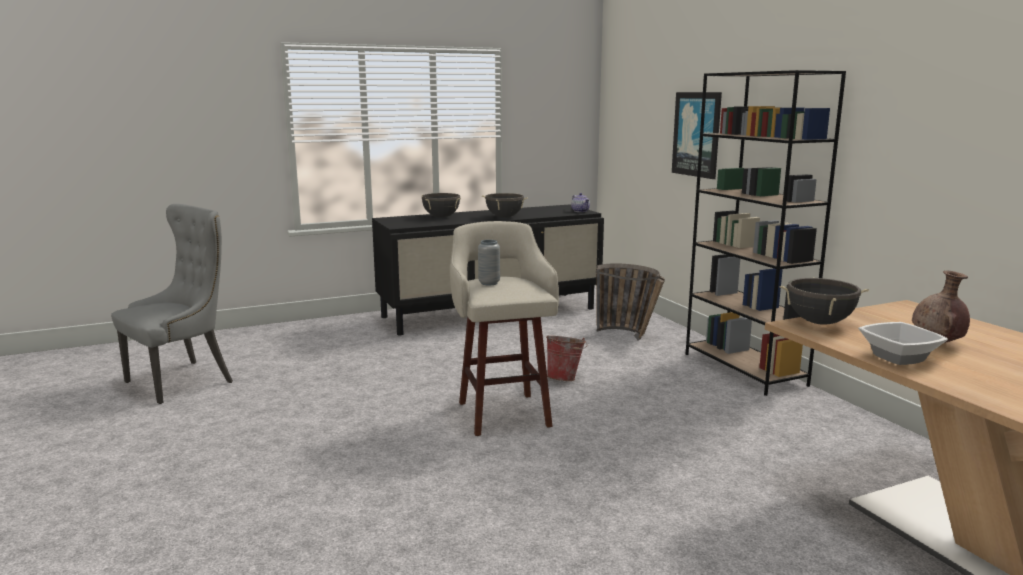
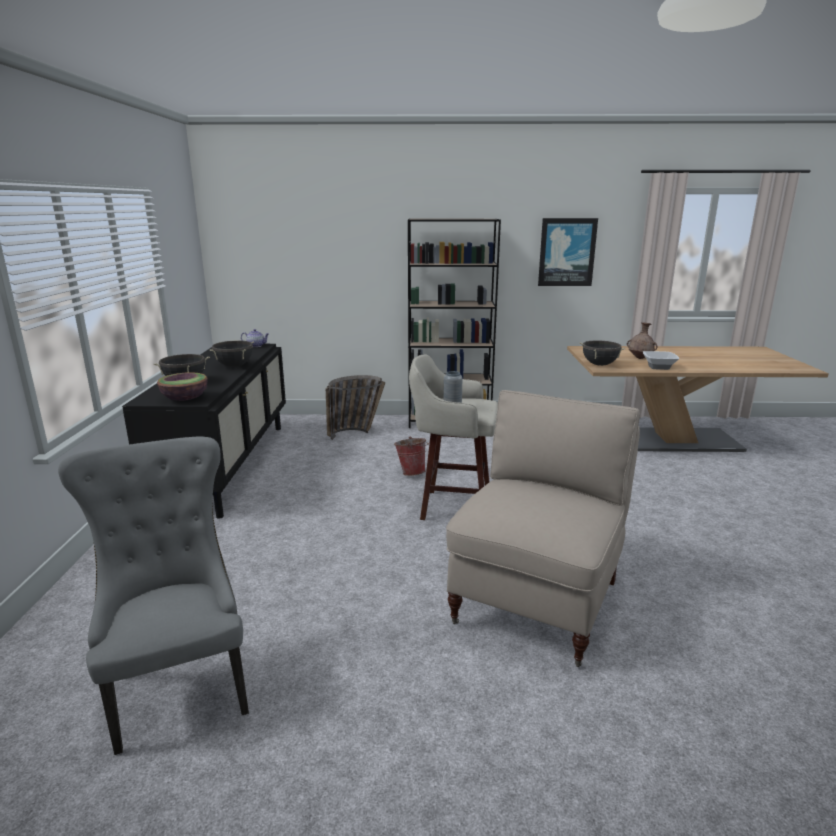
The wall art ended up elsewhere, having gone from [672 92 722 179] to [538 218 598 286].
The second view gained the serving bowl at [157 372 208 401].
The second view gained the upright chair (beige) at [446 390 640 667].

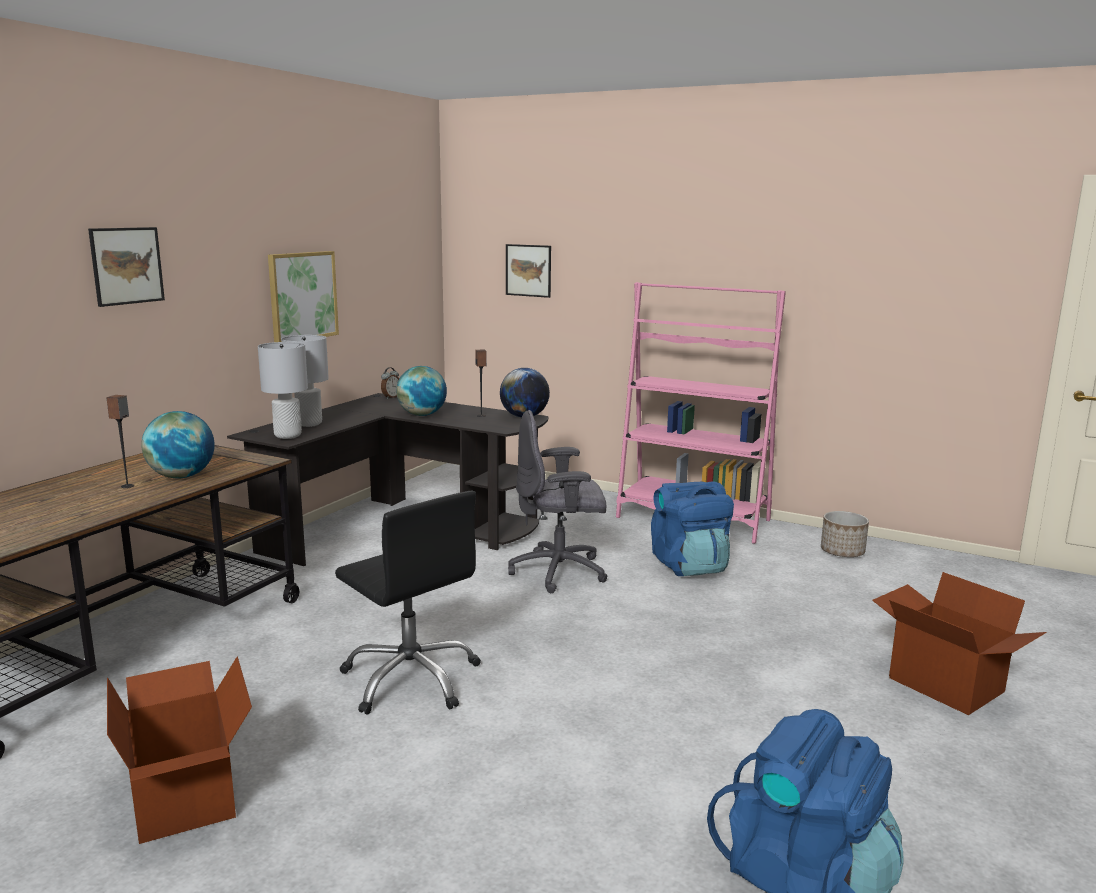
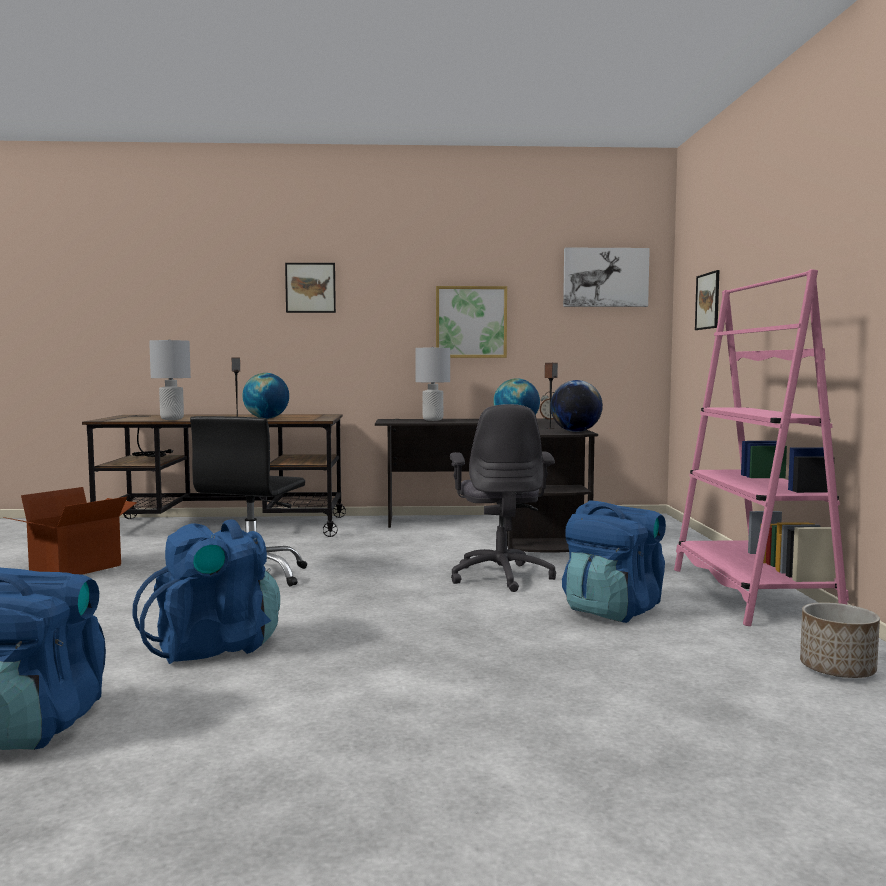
The table lamp (gray) ended up elsewhere, having gone from [258 342 308 439] to [149 340 191 420].
The desk chair (gray) at [508 410 608 593] ended up facing another way, 150 degrees counterclockwise from before.
The second view lost the cardboard box at [872 572 1047 715].
The second view gained the rucksack (blue-coloured) at [132 519 280 664].
The second view gained the wall art at [563 247 650 307].

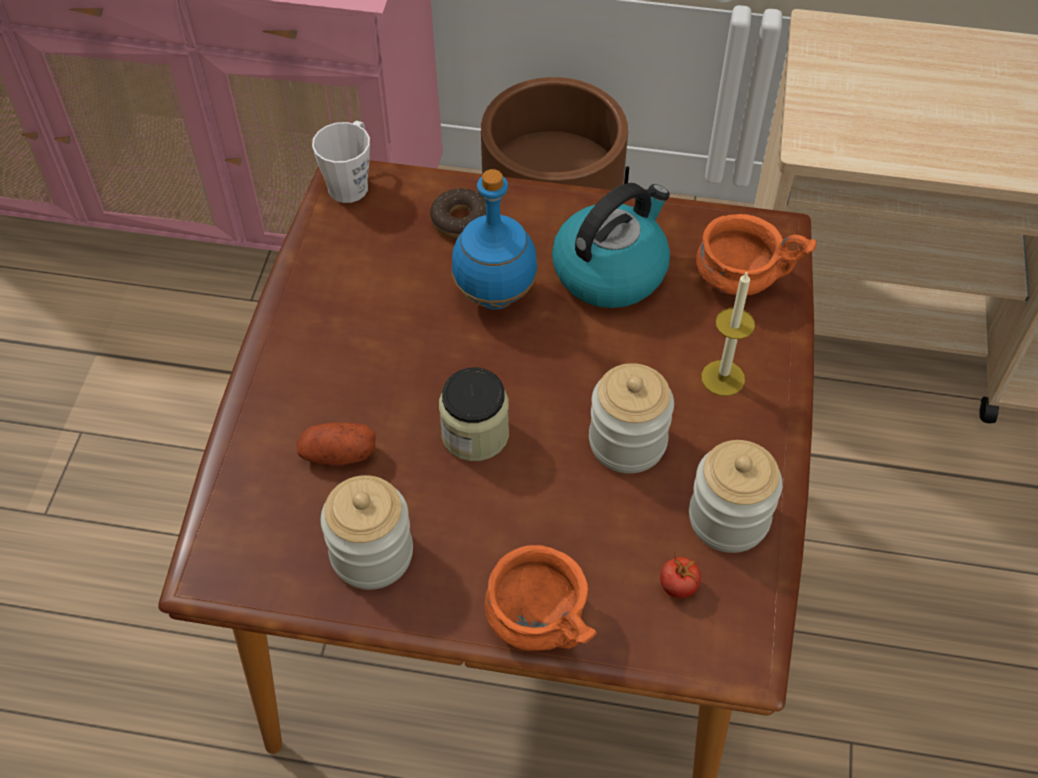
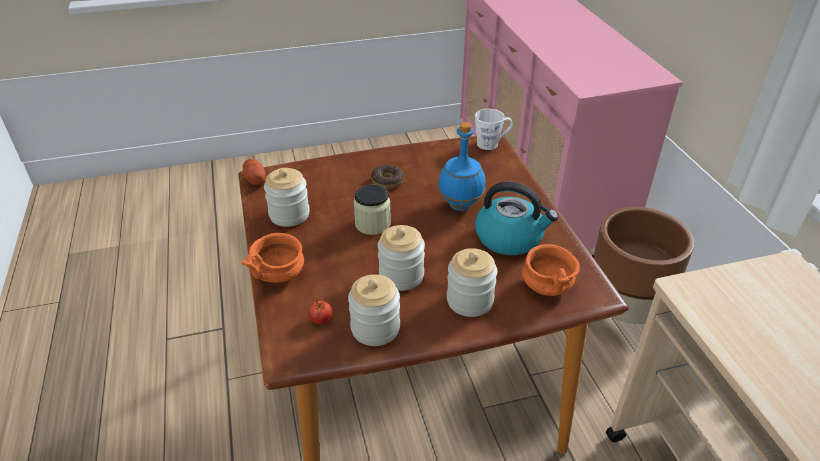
The spud ended up elsewhere, having gone from [297 422 376 466] to [243 159 266 185].
The donut ended up elsewhere, having gone from [430 188 486 239] to [371 165 404 189].
Where the wax candle stood at [701 271 755 396], the storage jar came to stand at [447 248 497 317].

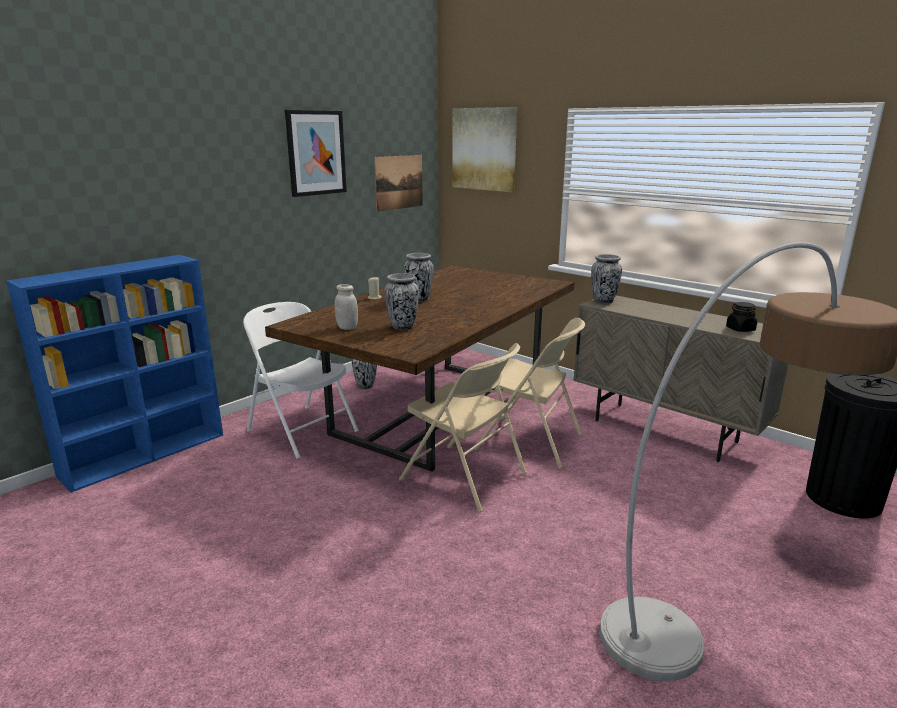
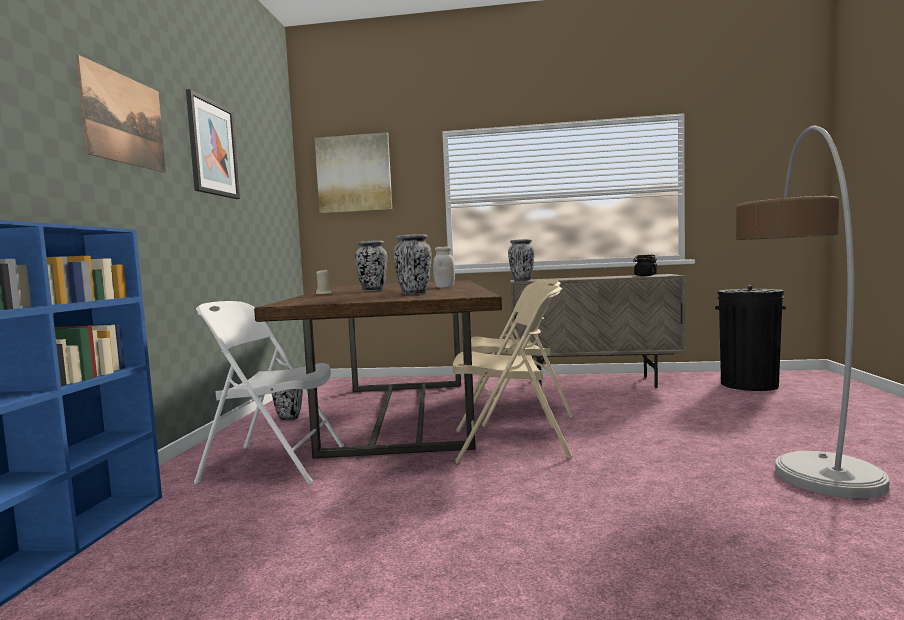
The storage jar (white-coloured) ended up elsewhere, having gone from [335 284 358 330] to [433 247 455 288].
The wall art ended up elsewhere, having gone from [374 155 423 212] to [76 55 166 172].

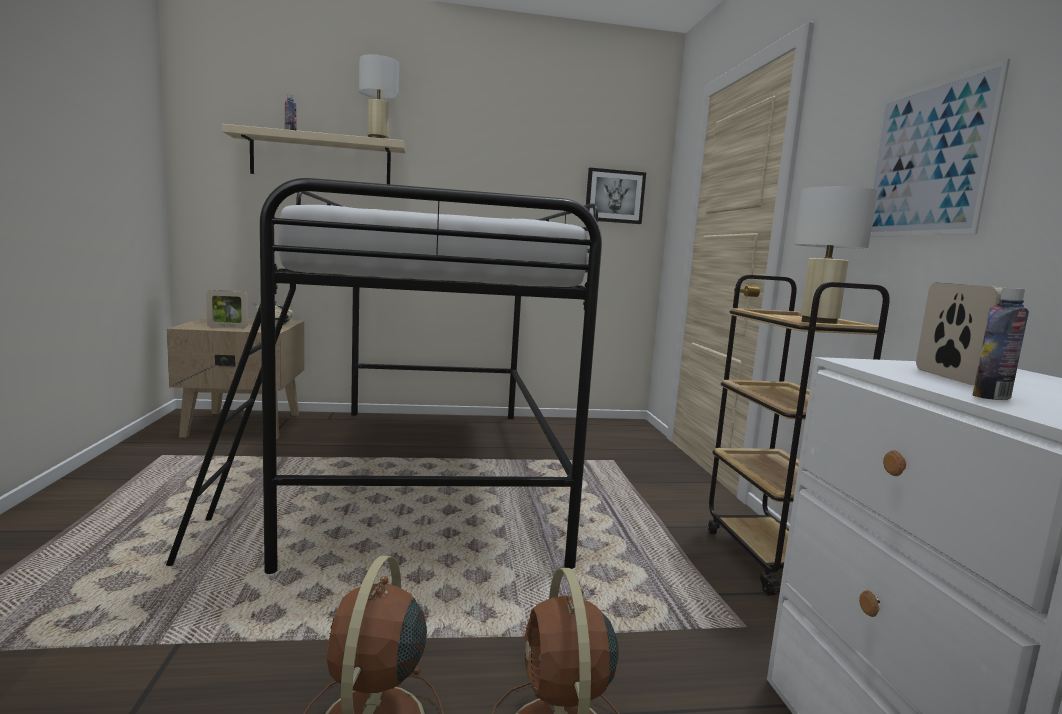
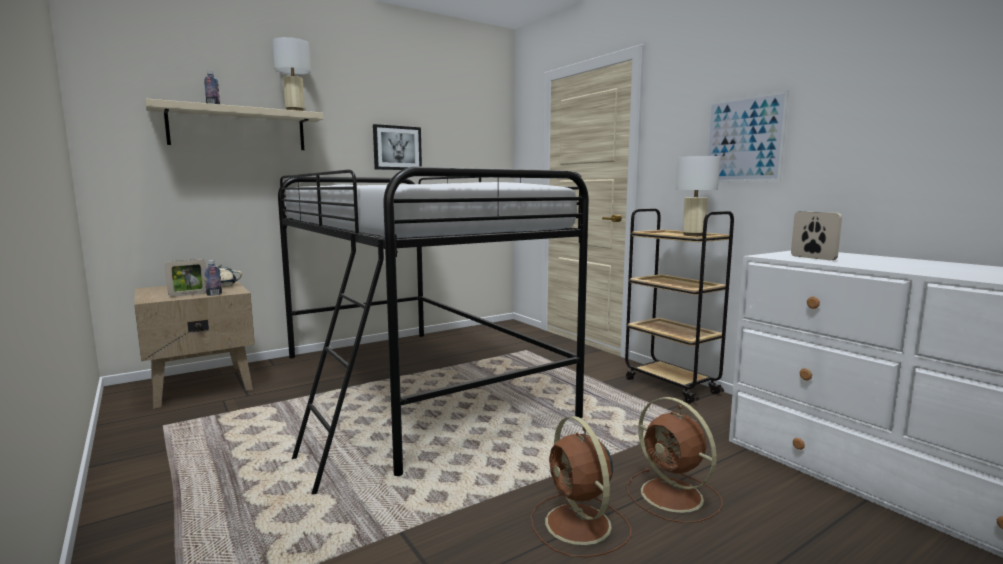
The wall art ended up elsewhere, having gone from [586 168 646 224] to [373 124 422 170].
The drink bottle ended up elsewhere, having gone from [972 288 1029 400] to [204 260 222 296].

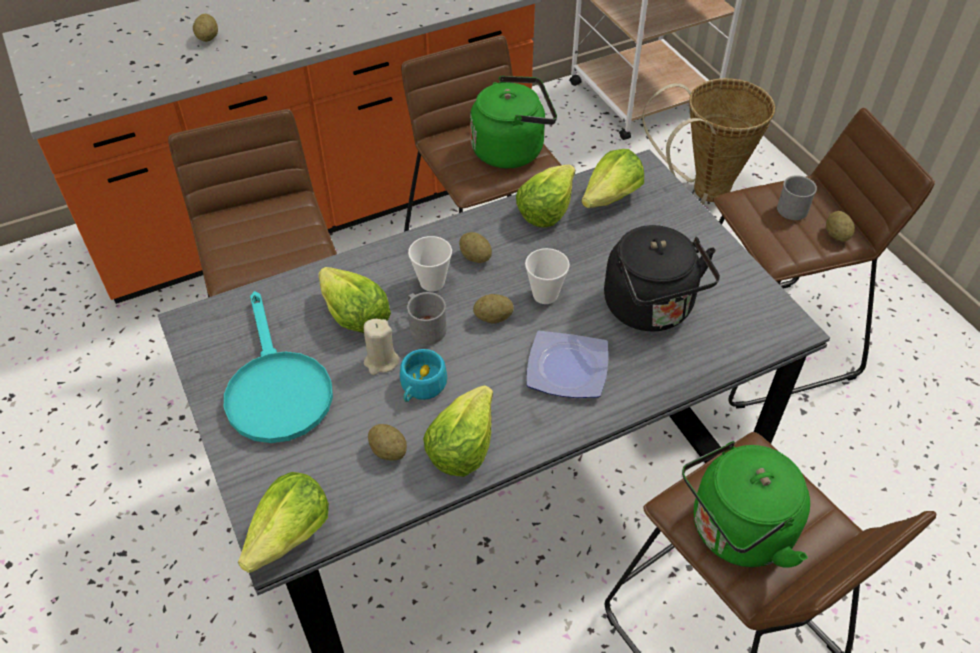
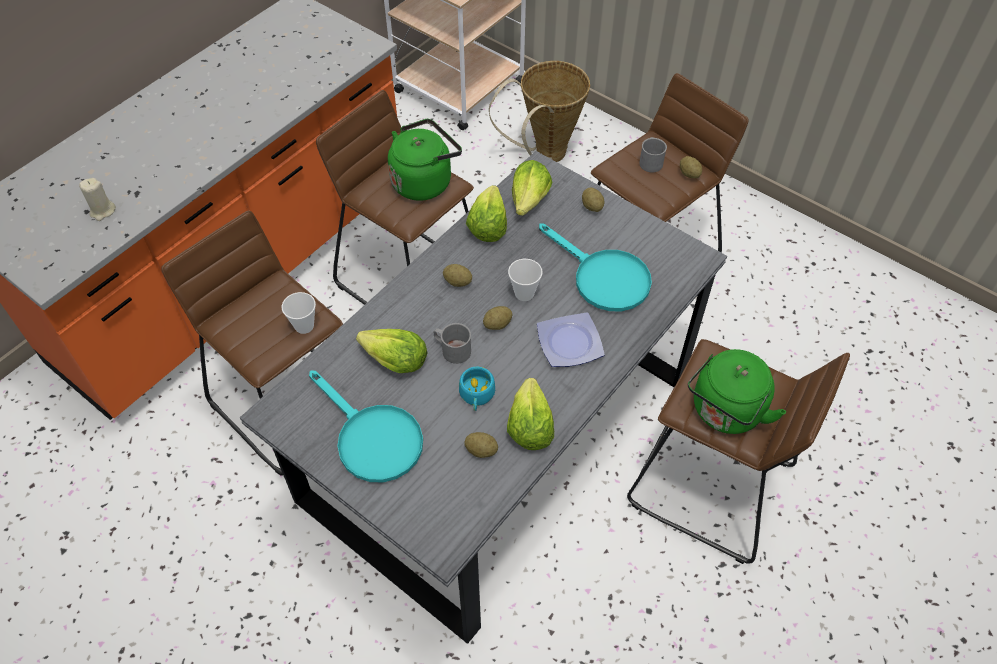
The spud ended up elsewhere, having gone from [193 14 218 42] to [582 188 604 212].
The second view lost the lettuce head at [238 472 329 573].
The wax candle (beige) ended up elsewhere, having gone from [364 319 399 375] to [79 178 116 221].
The drinking cup ended up elsewhere, having gone from [408 236 452 292] to [282 292 316 334].
Where the tea kettle (black) stood at [604 225 720 332], the skillet (turquoise) came to stand at [539 223 652 311].

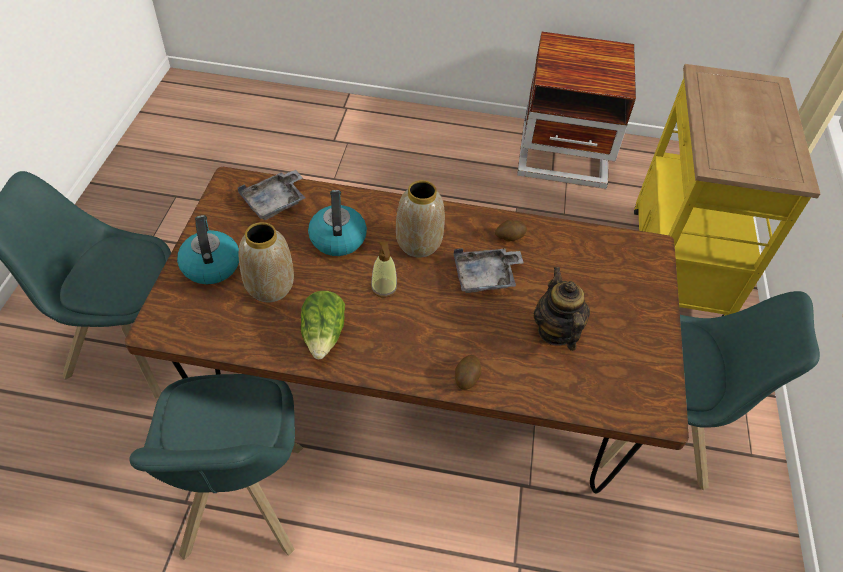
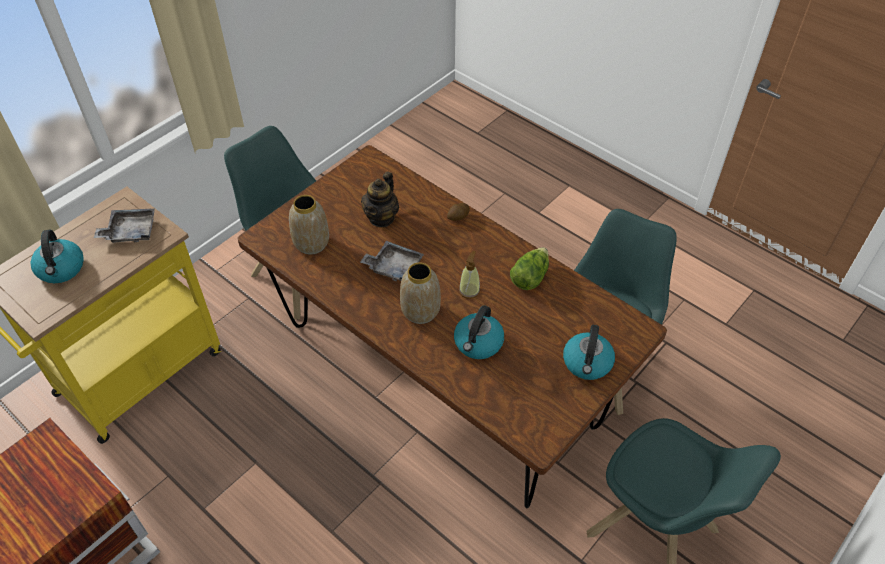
The serving tray (gray) ended up elsewhere, having gone from [238 170 305 220] to [94 209 155 243].
The decorative vase ended up elsewhere, having gone from [239 222 294 302] to [289 195 329 255].
The second view lost the spud at [495 220 527 241].
The second view gained the tea kettle at [31 230 84 283].

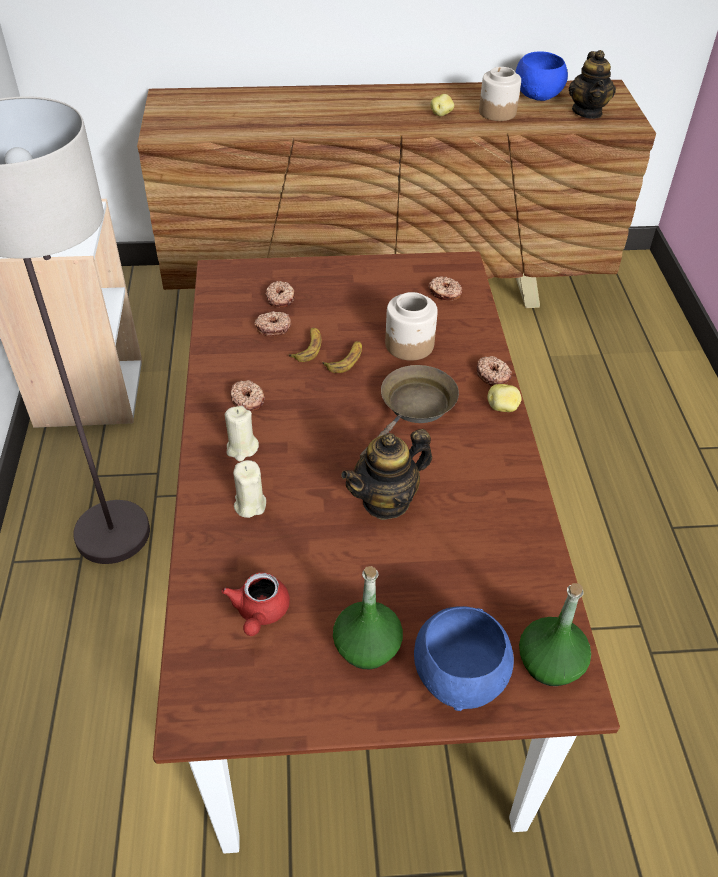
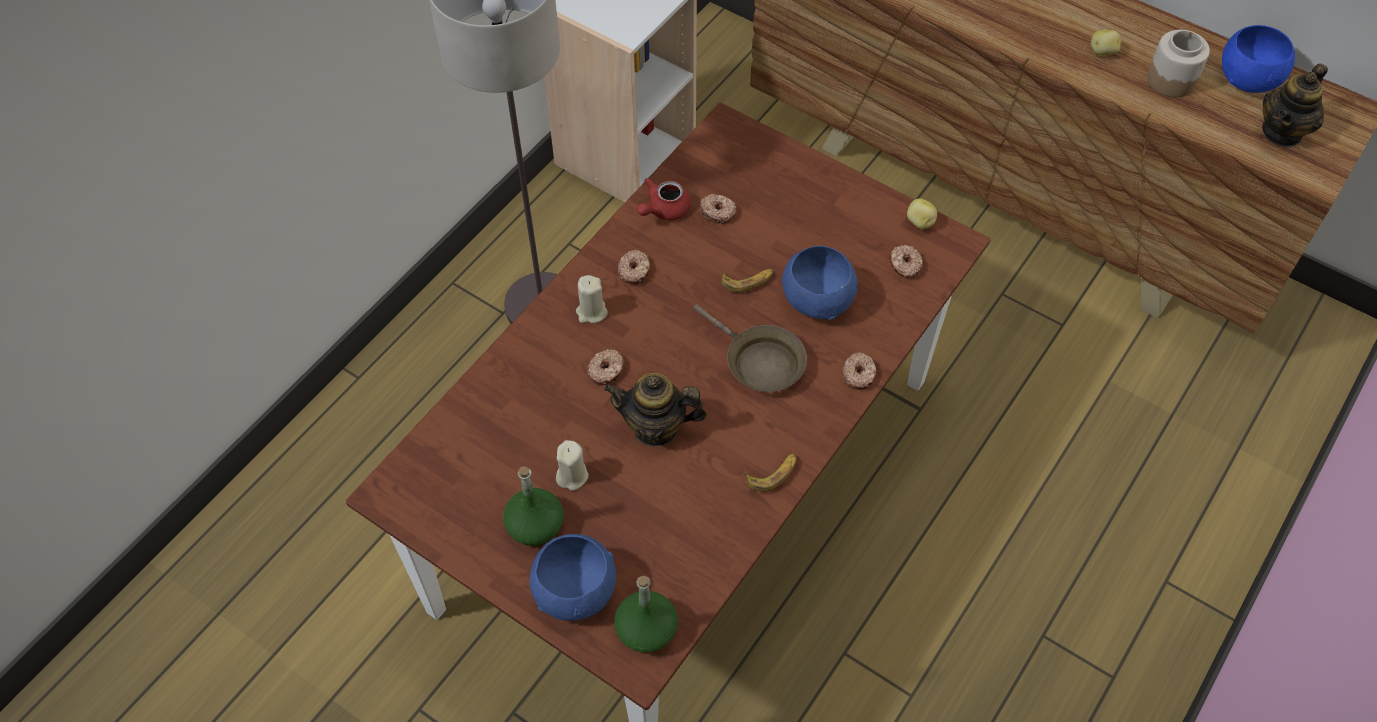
The teapot (red-coloured) ended up elsewhere, having gone from [221 572 290 636] to [637 178 691 220].
The wax candle (beige) ended up elsewhere, having gone from [233 460 266 518] to [556 440 589 491].
The donut ended up elsewhere, having gone from [265 281 295 308] to [587 349 624 385].
The whole banana ended up elsewhere, having gone from [289 328 321 362] to [745 453 796 492].
The skillet (brownish) at [360 365 459 457] ended up facing another way, 60 degrees clockwise from before.
Where the storage jar stood at [385 292 438 361], the serving bowl (blue-coloured) came to stand at [782 246 858 320].
The spud ended up elsewhere, having gone from [488 384 522 412] to [907 199 937 229].

